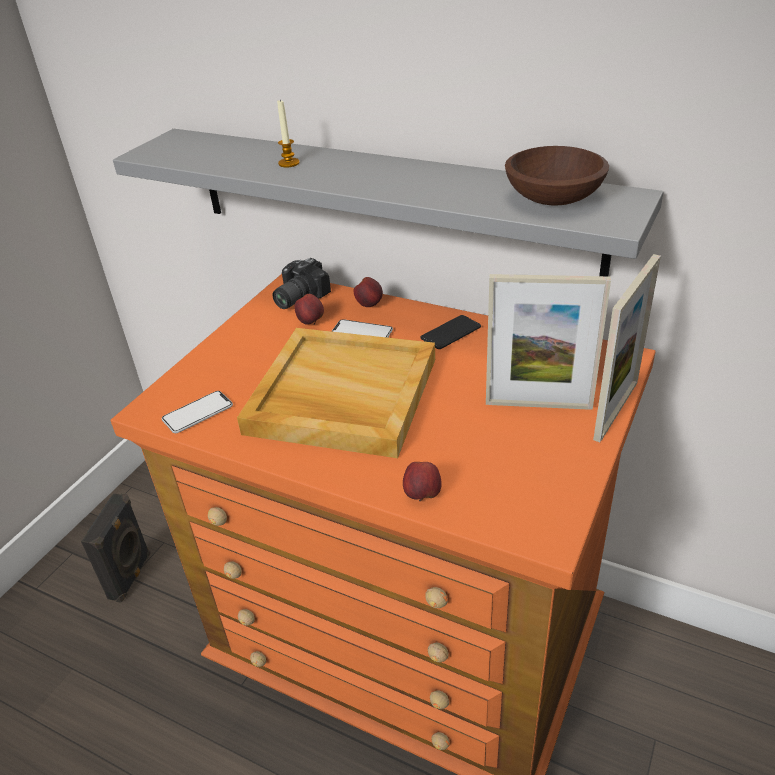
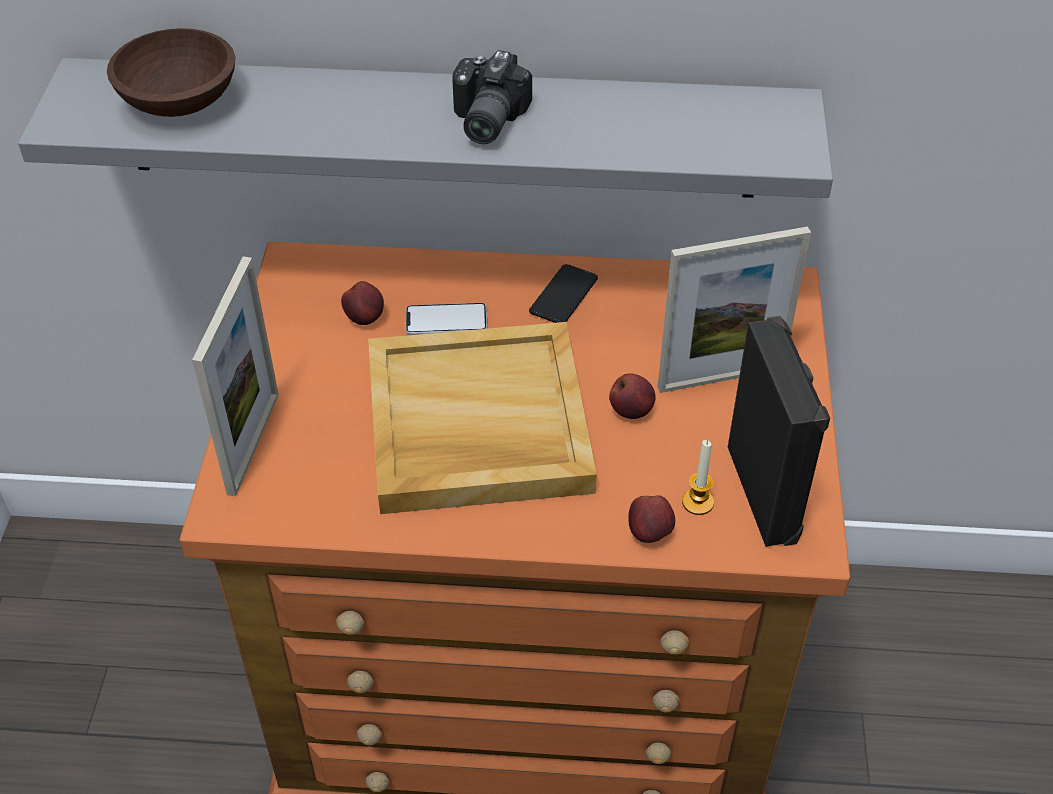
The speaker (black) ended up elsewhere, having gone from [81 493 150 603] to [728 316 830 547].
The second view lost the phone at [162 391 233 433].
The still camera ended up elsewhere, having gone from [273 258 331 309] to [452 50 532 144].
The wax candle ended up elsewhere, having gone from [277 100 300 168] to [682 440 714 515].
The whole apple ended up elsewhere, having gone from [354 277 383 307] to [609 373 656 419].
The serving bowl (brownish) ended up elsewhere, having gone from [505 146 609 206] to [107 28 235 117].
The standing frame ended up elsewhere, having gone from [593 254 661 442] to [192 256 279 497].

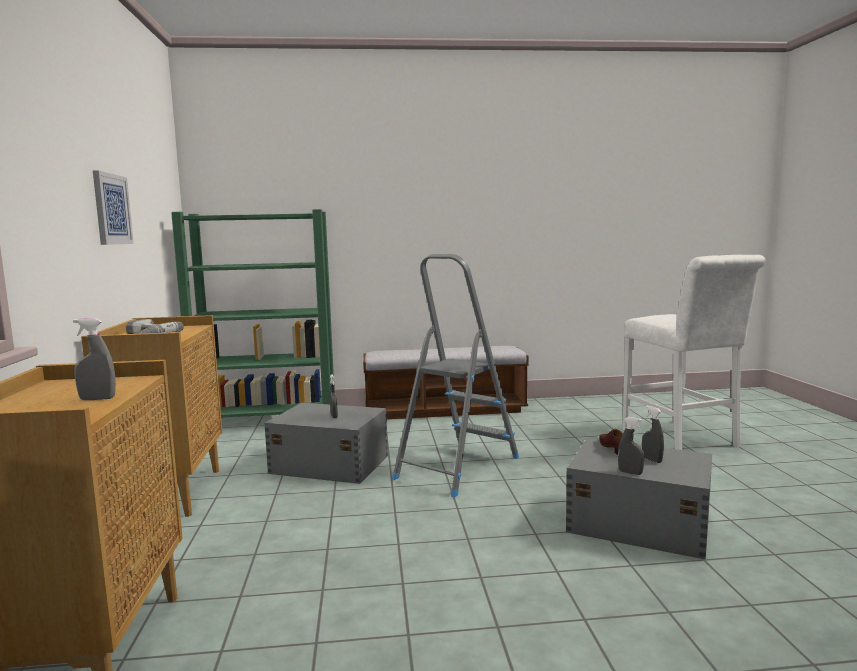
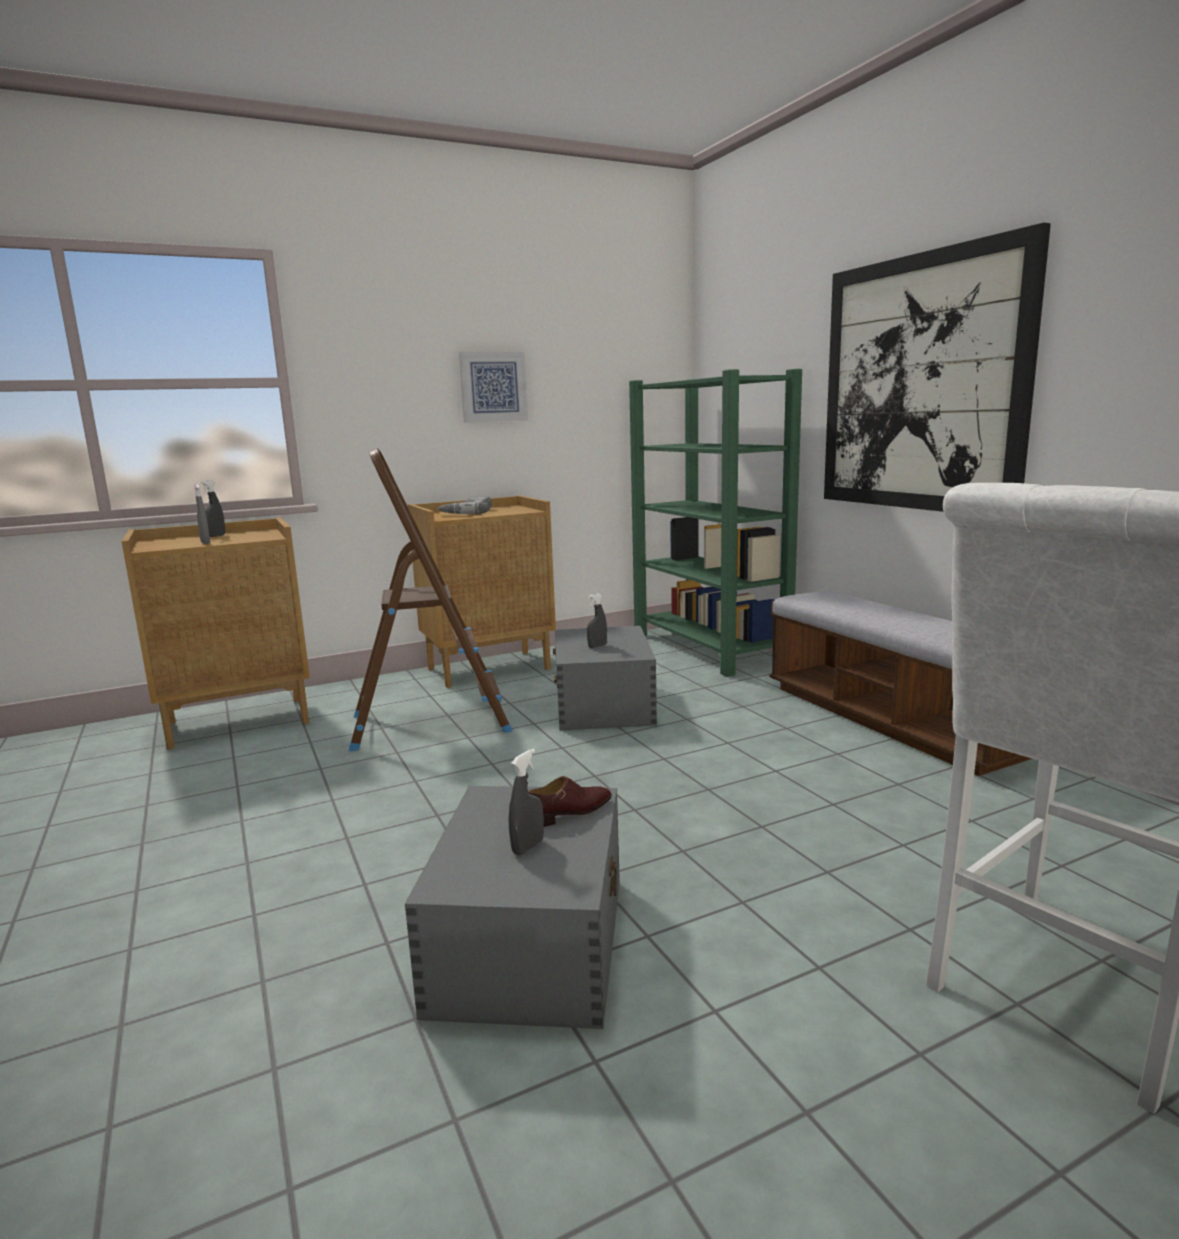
The second view lost the step stool (gray) at [392 254 519 497].
The hand sprayer (gray) ended up elsewhere, having gone from [618 417 644 475] to [201 481 225 537].
The second view gained the step stool (brownish) at [349 448 513 751].
The second view gained the wall art at [824 223 1051 512].

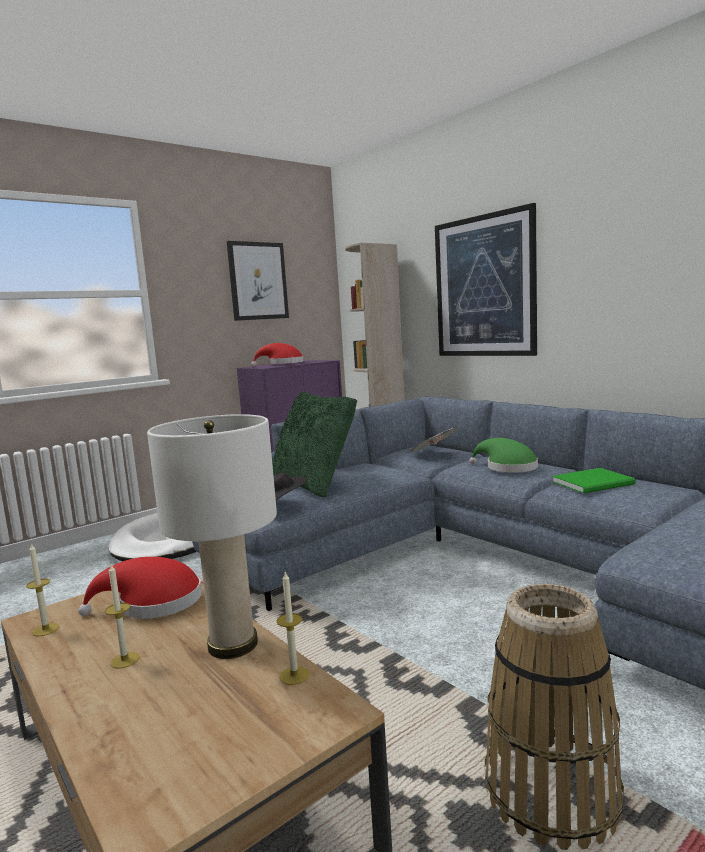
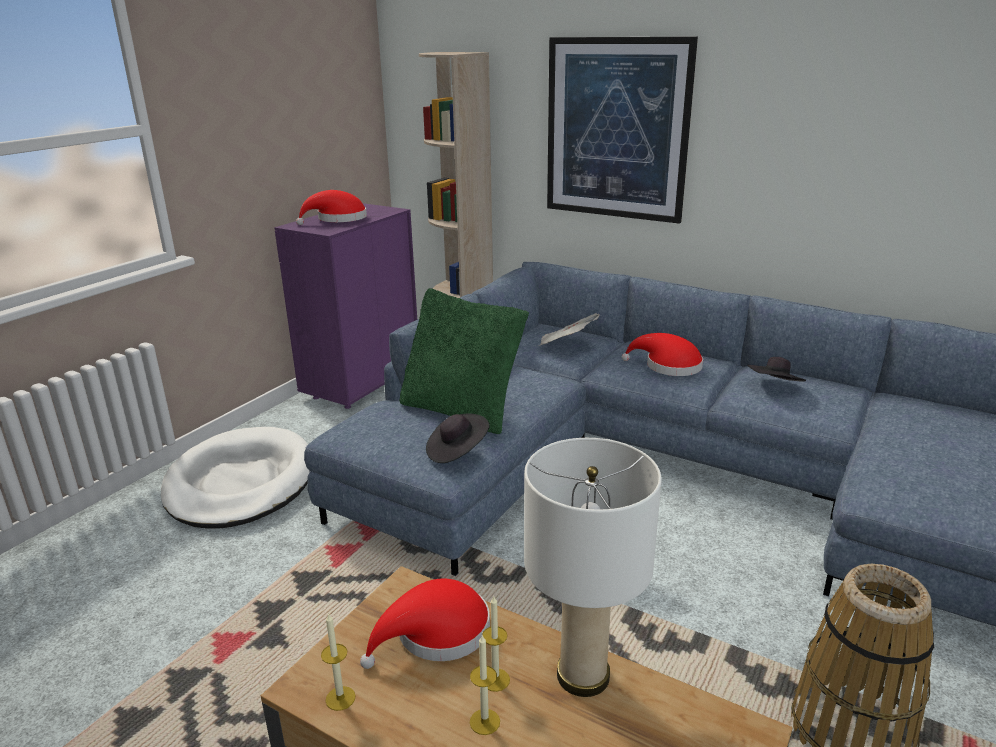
The second view lost the wall art at [227 241 289 321].
The wax candle ended up elsewhere, having gone from [277 572 309 685] to [482 596 510 692].
What was the clothing hat (green-coloured) at [469 438 538 473] turned into the clothing hat (red-coloured) at [622 333 703 376].
Where the volume (green-coloured) stood at [552 468 636 493], the clothing hat (black) came to stand at [747 357 806 382].

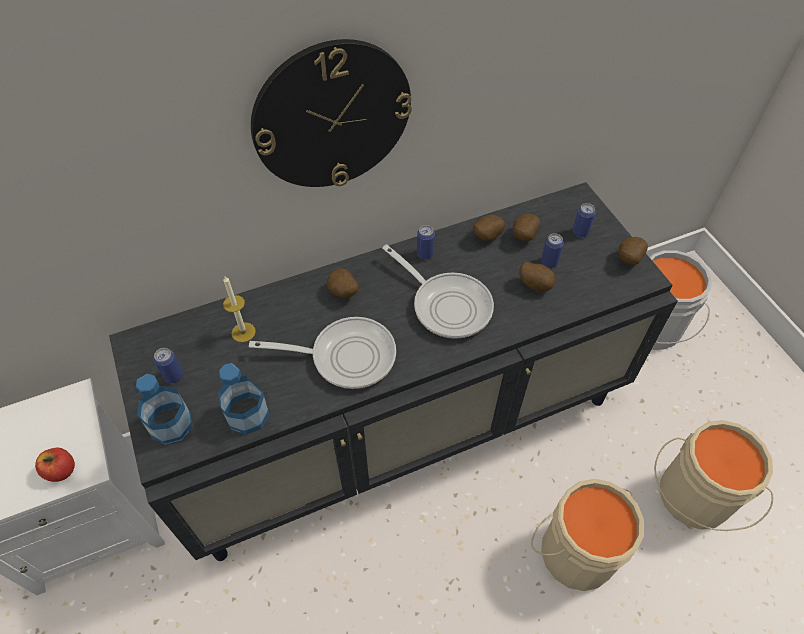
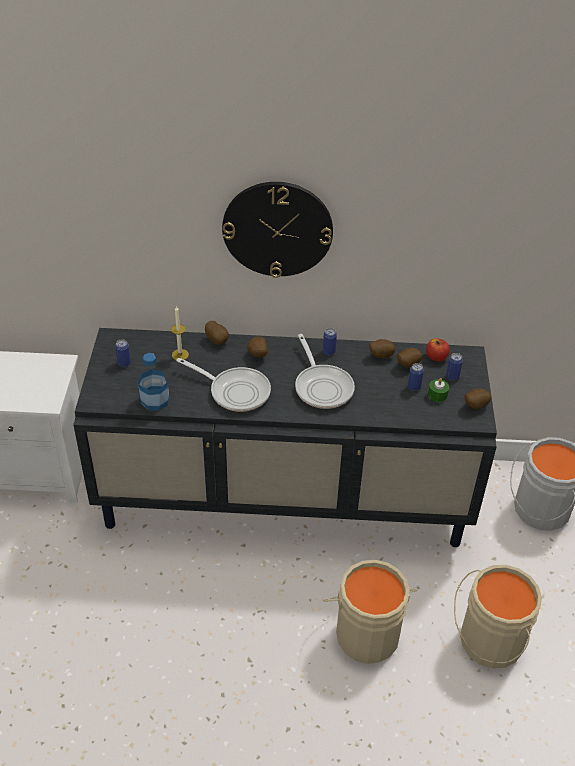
The whole apple ended up elsewhere, having gone from [35 447 75 482] to [426 338 450 361].
The second view lost the drink bottle at [136 374 193 445].
The spud ended up elsewhere, having gone from [519 262 556 292] to [205 321 229 345].
The second view gained the wax candle (green-coloured) at [428 378 449 402].

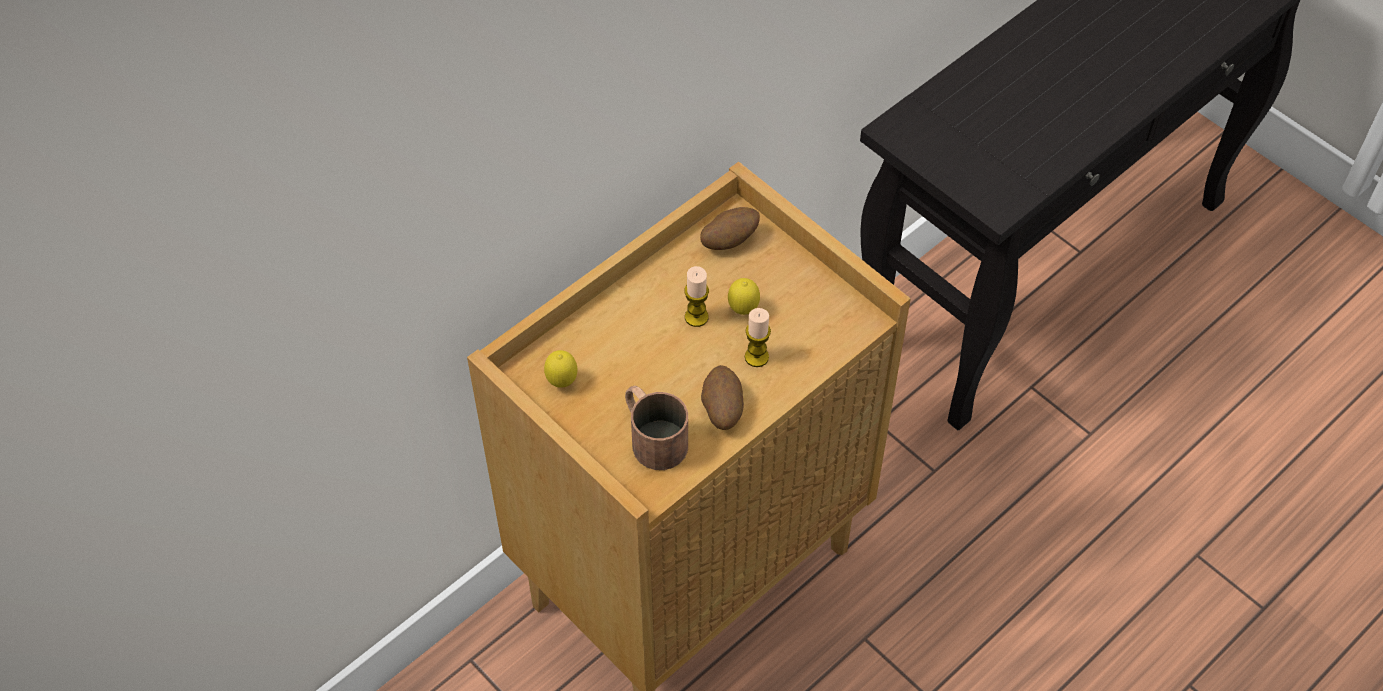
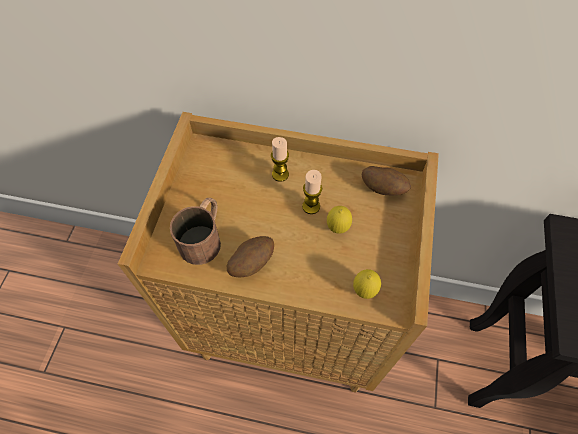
The citrus fruit ended up elsewhere, having gone from [544 350 578 388] to [353 269 381 299].
The wax candle ended up elsewhere, having gone from [745 308 771 367] to [271 137 289 182].

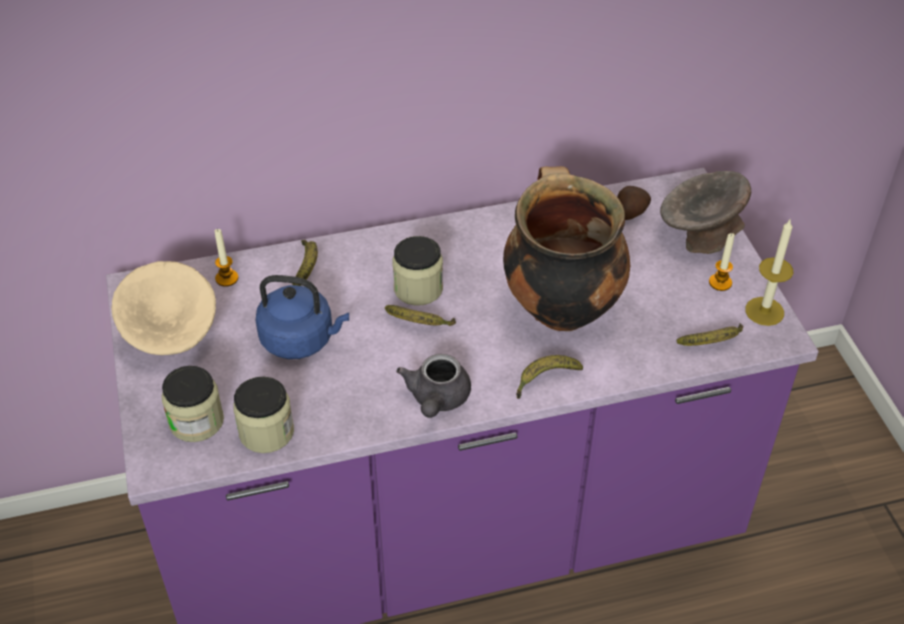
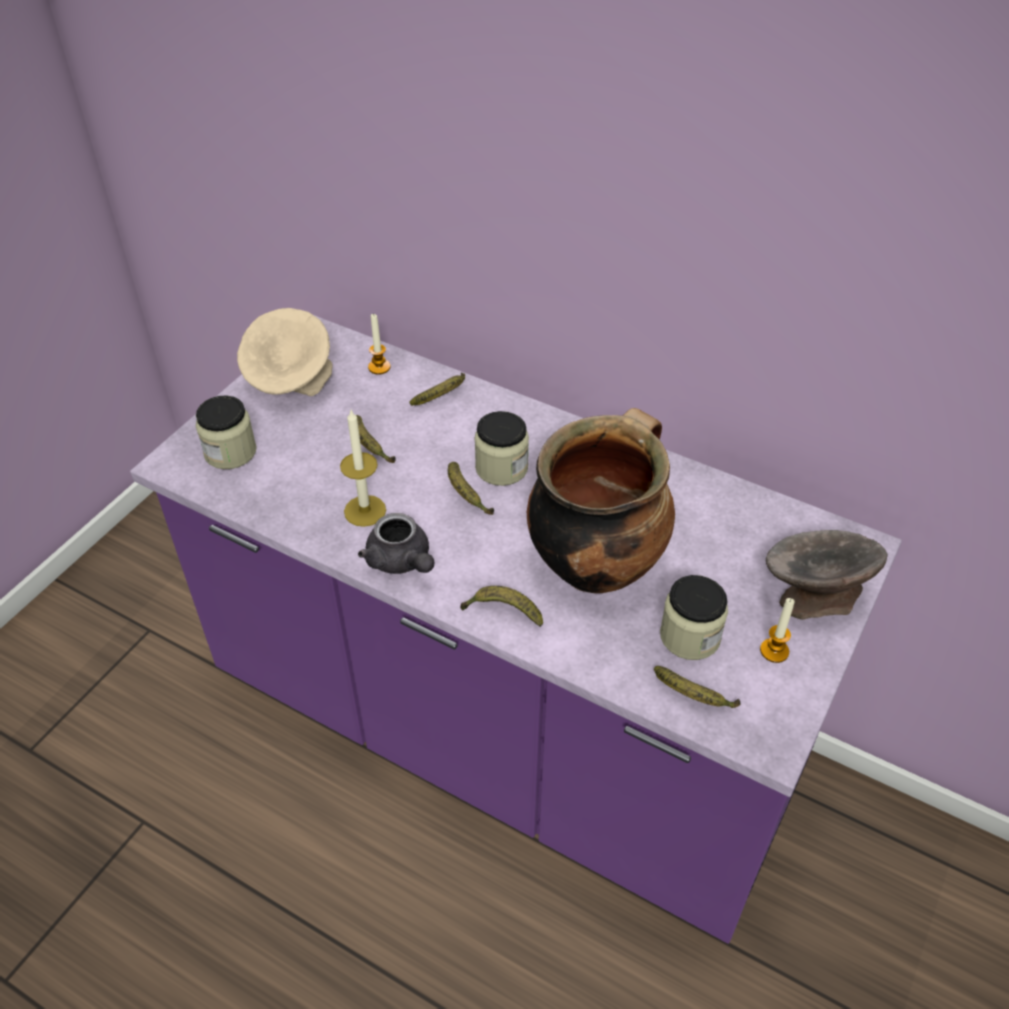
The storage jar ended up elsewhere, having gone from [233 377 294 453] to [660 575 728 660].
Where the tea kettle (blue-coloured) stood at [255 275 349 359], the whole banana came to stand at [356 415 396 463].
The teapot (gray) at [396 354 471 418] ended up facing another way, 90 degrees counterclockwise from before.
The second view lost the spud at [617 186 651 220].
The wax candle ended up elsewhere, having gone from [745 218 793 326] to [340 410 386 527].

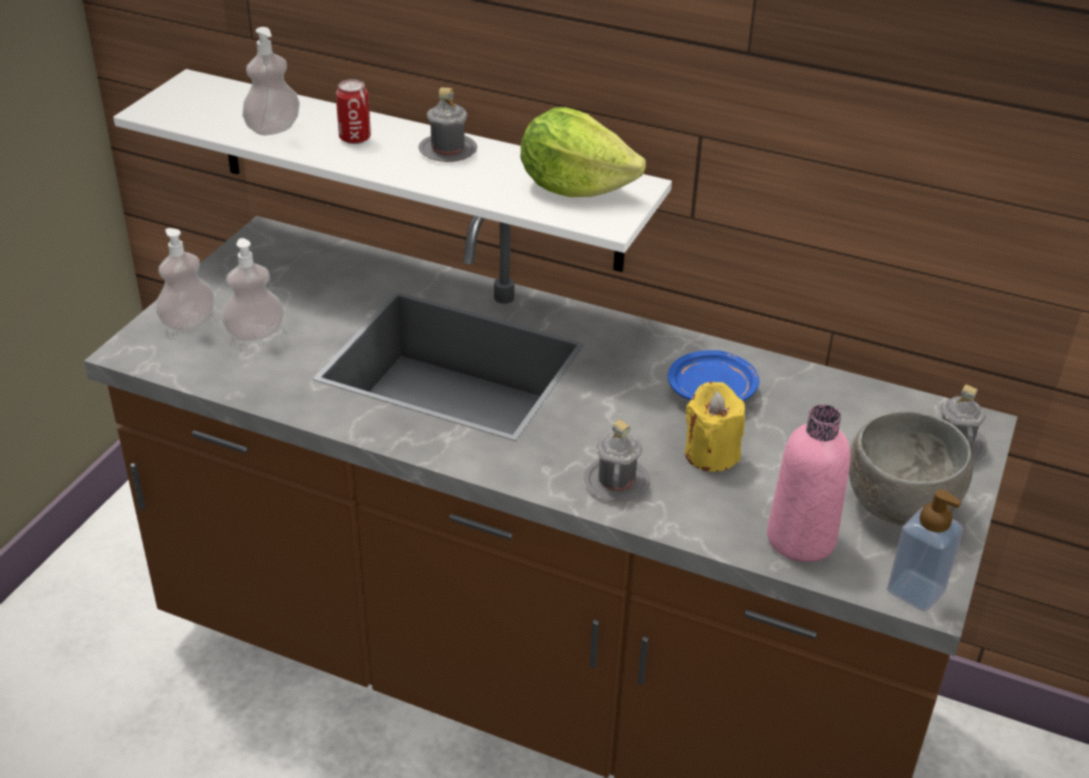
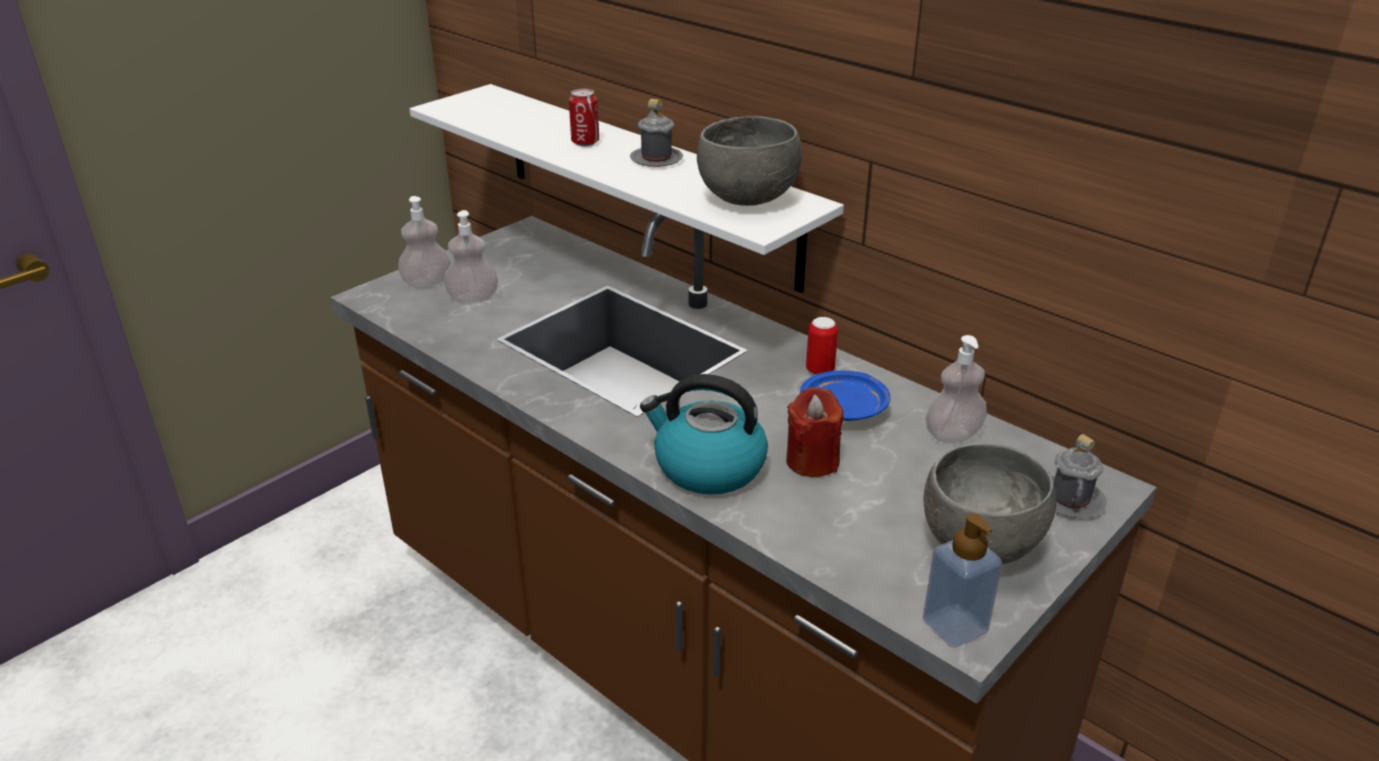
The soap bottle ended up elsewhere, having gone from [242 27 300 135] to [926 335 987 443].
Where the lettuce head stood at [520 107 646 197], the serving bowl (gray) came to stand at [697 116 802 206].
Where the coffee mug (gray) stood at [584 420 650 501], the tea kettle came to stand at [640 374 768 495].
What was the wax candle (yellow-coloured) at [685 382 745 472] turned into the wax candle (red-coloured) at [786 387 844 477].
The second view lost the drink bottle (pinkish) at [767 404 851 562].
The second view gained the sealed can at [806 317 838 375].

